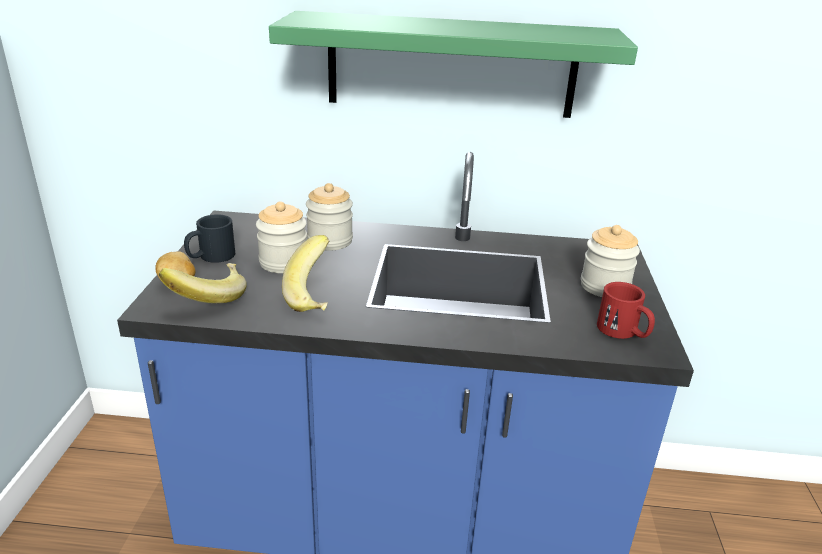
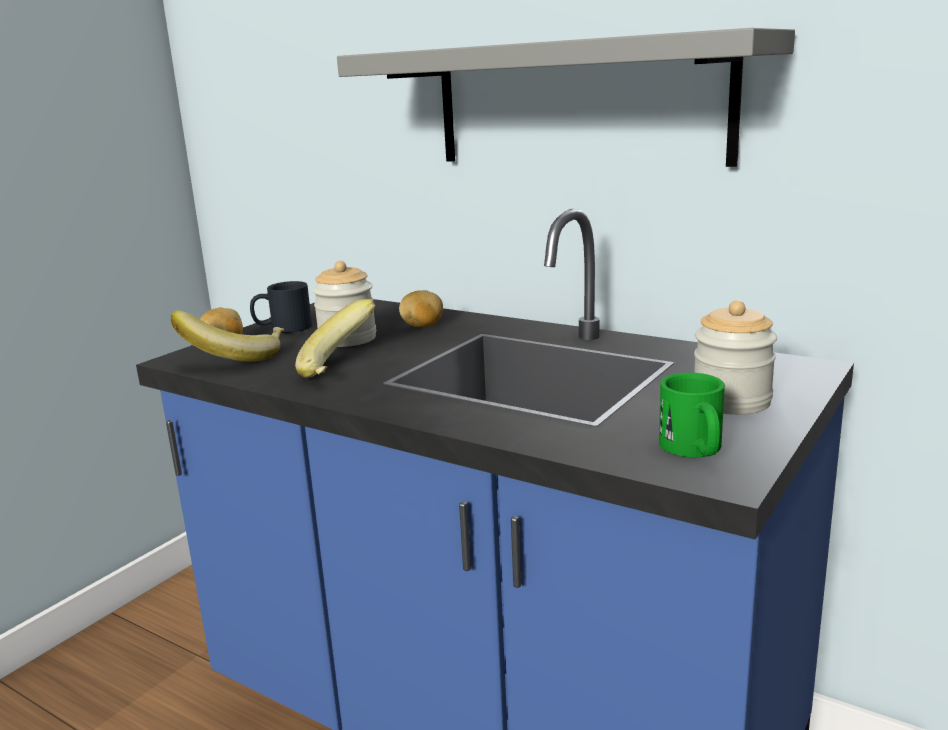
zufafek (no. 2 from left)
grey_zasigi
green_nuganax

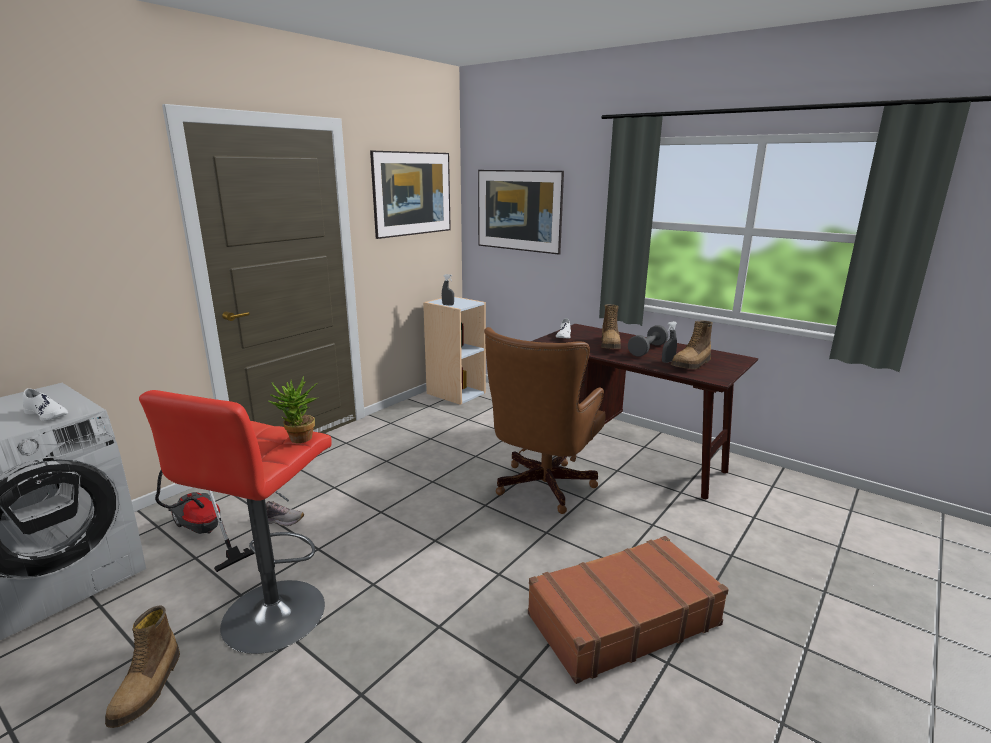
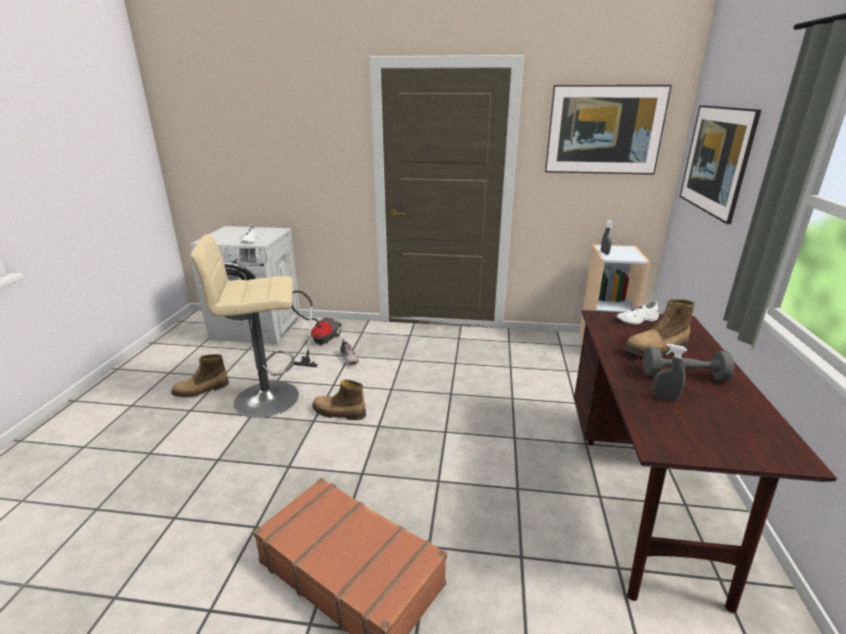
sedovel
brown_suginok
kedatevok (no. 2 from left)
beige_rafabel

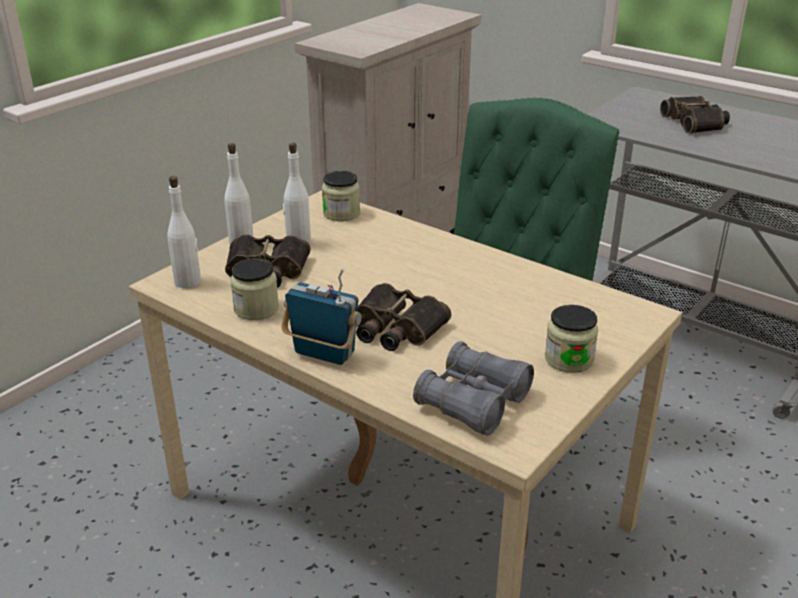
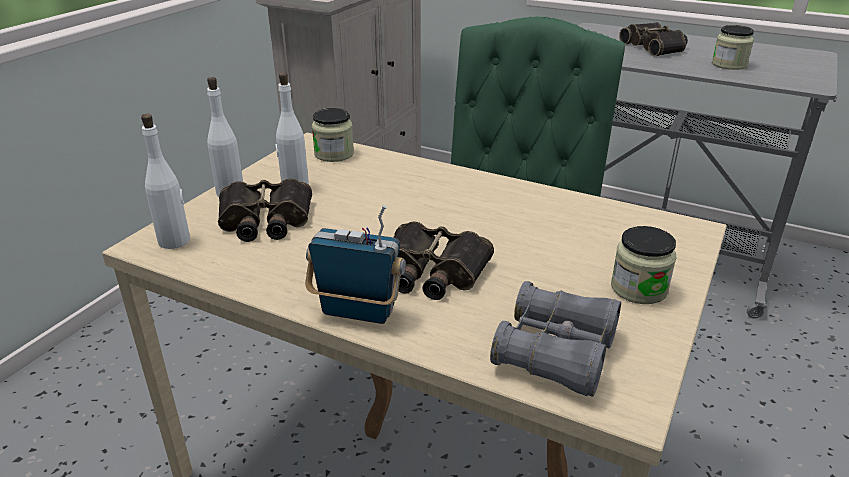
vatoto (no. 3 from left)

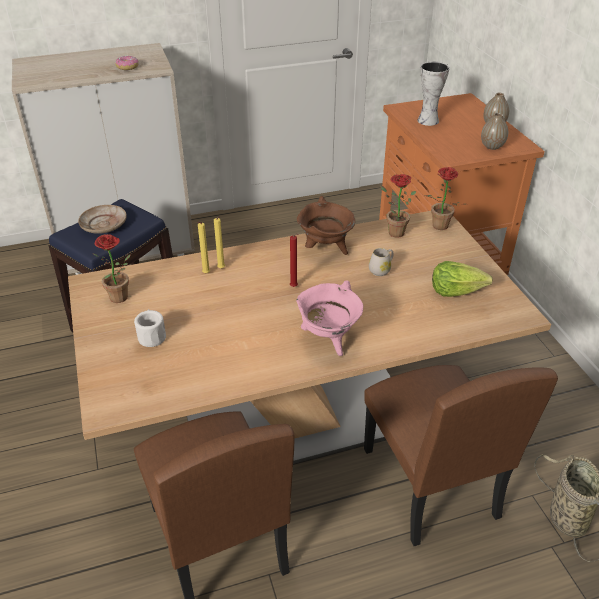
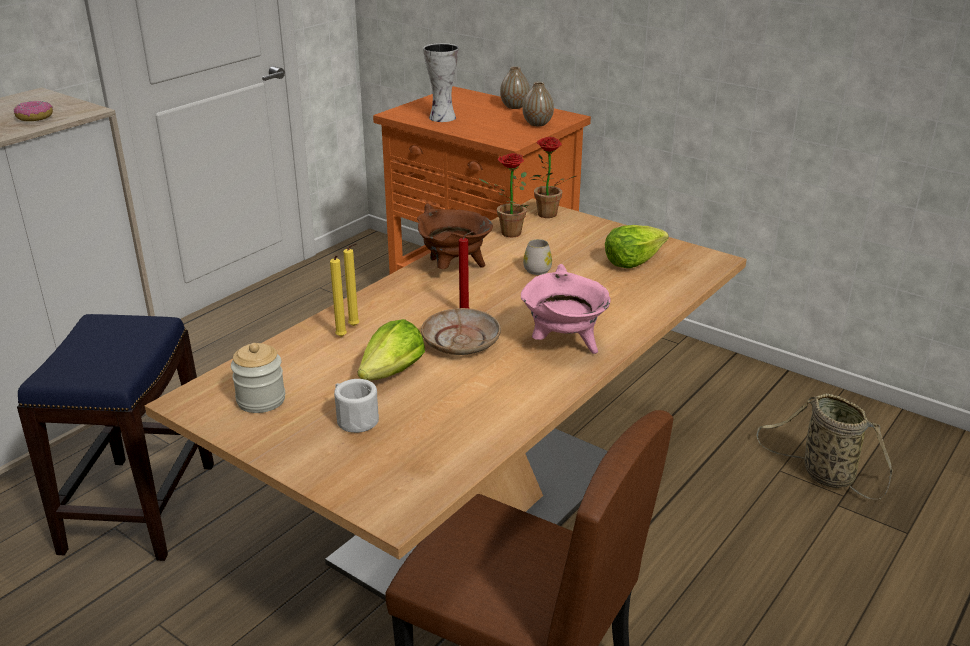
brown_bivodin (no. 2 from left in the first image)
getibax (no. 1 from left)
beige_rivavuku
vatoto

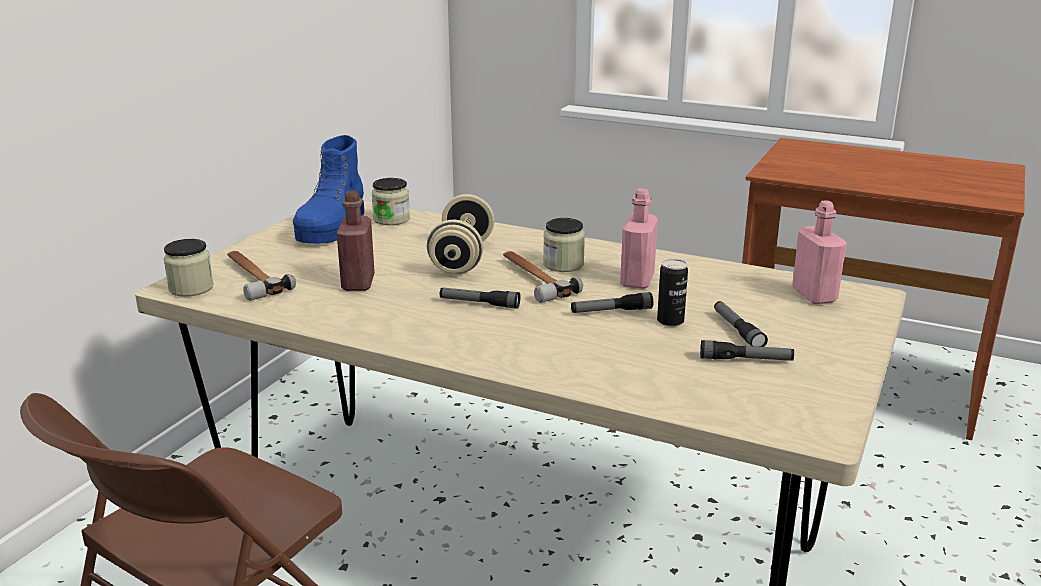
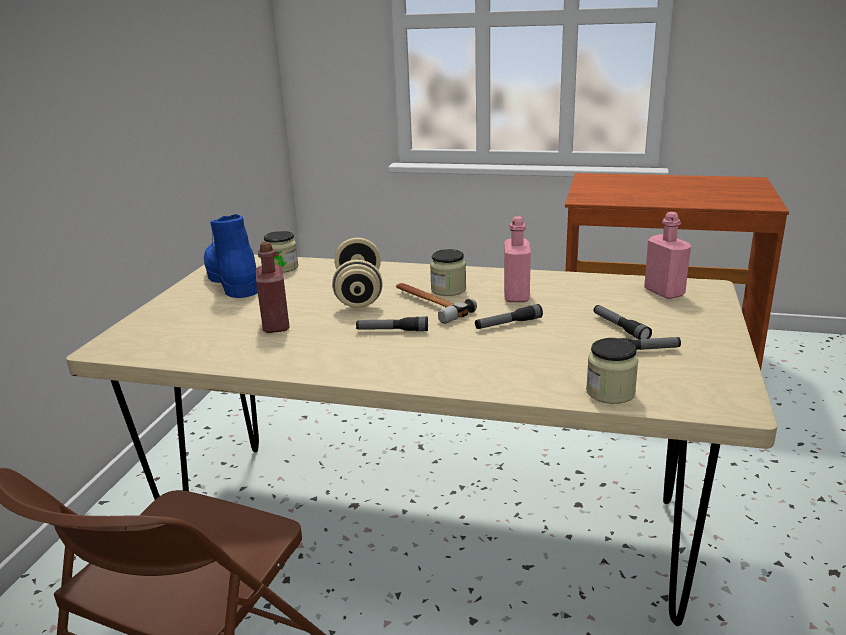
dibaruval (no. 1 from left in the first image)
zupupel
vatoto (no. 3 from left)
blue_kedatevok

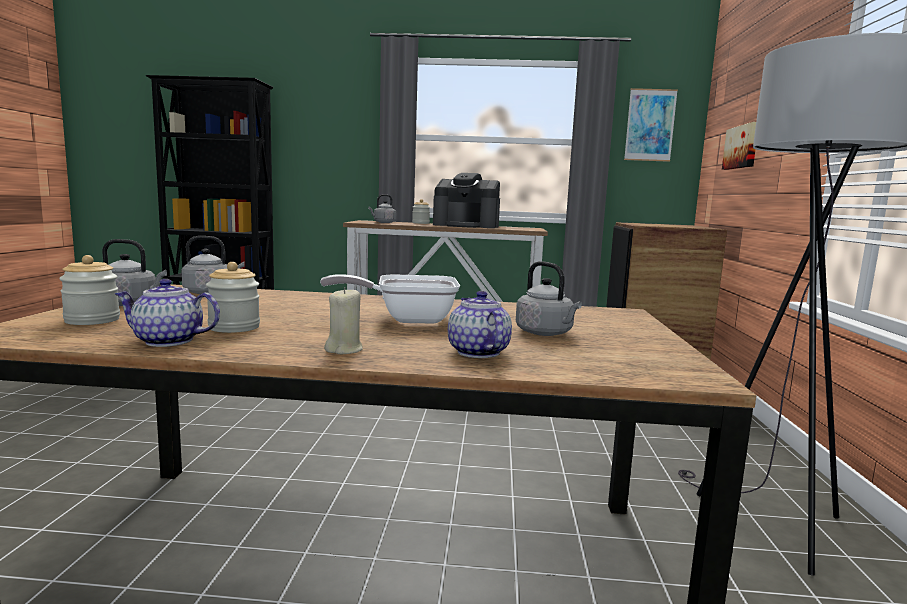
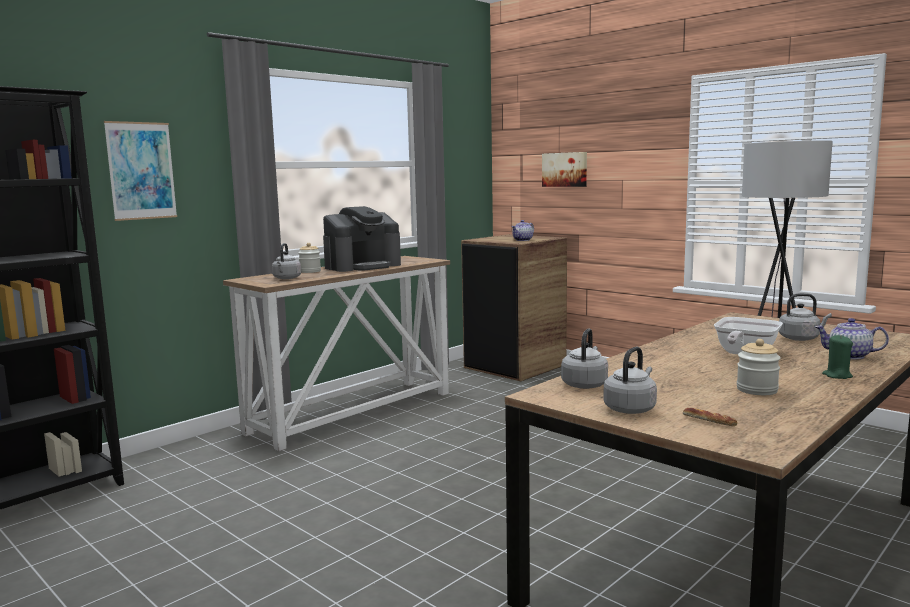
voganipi (no. 1 from left)
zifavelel (no. 1 from left)
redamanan
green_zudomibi

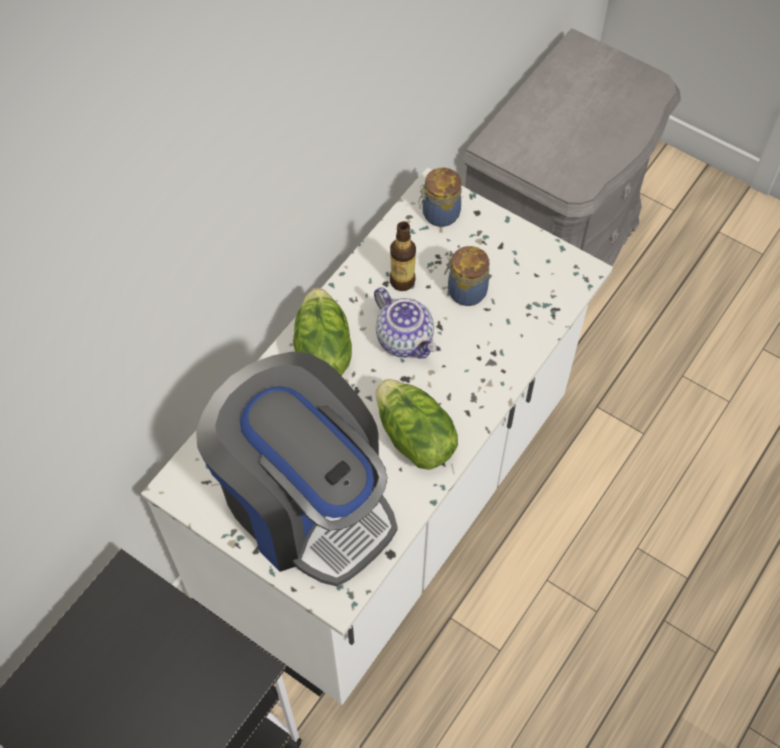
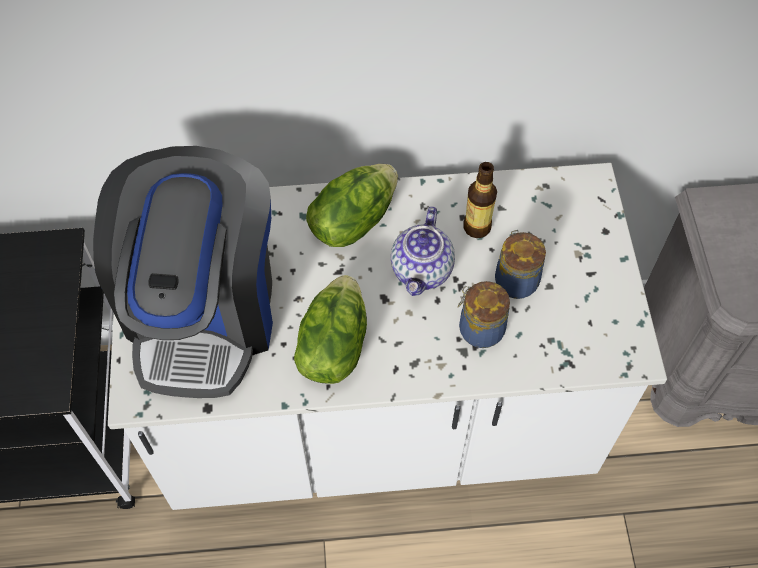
vatoto (no. 1 from left)

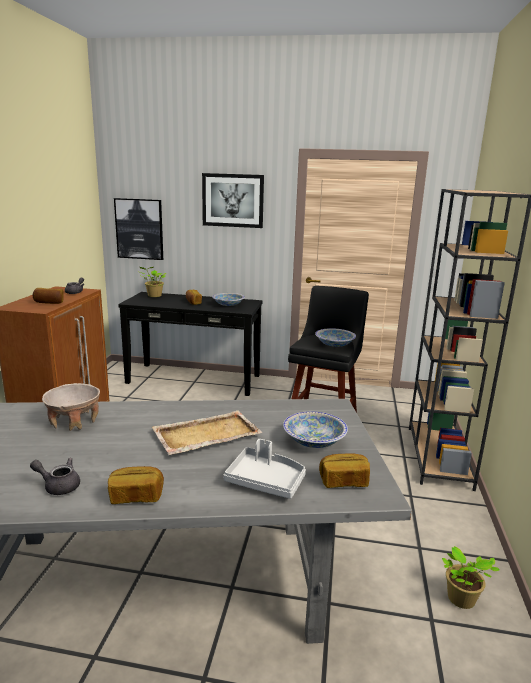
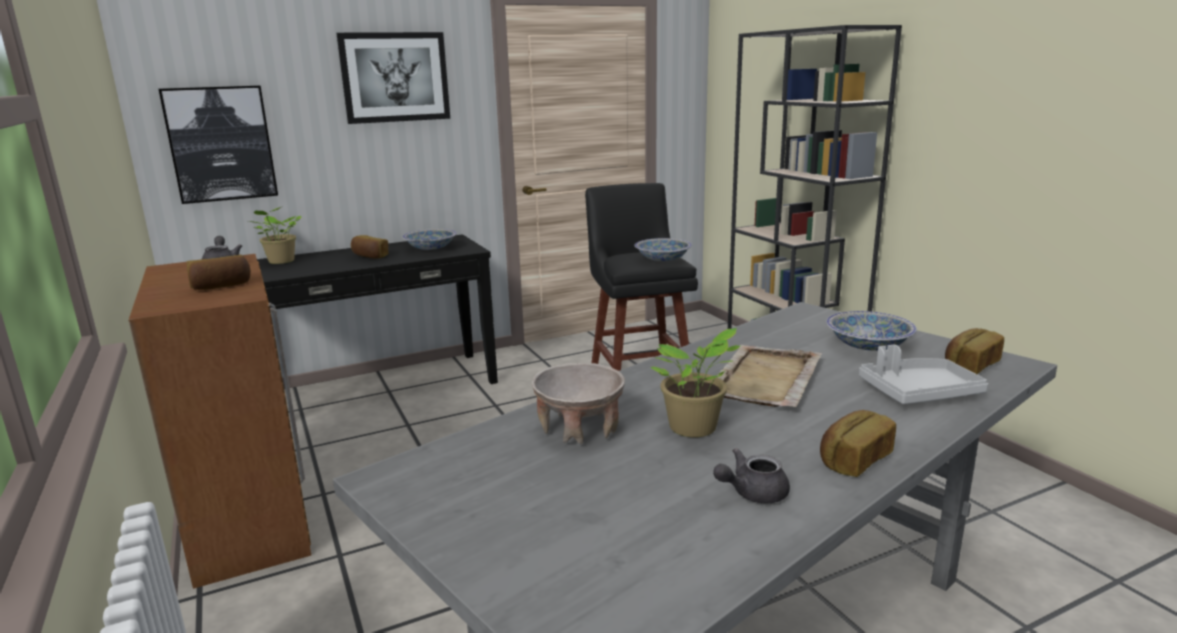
sedovel (no. 2 from left)

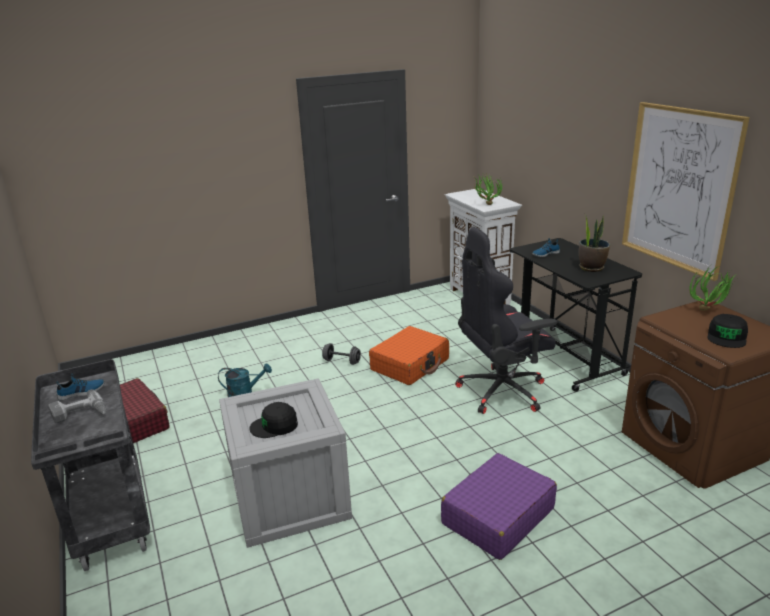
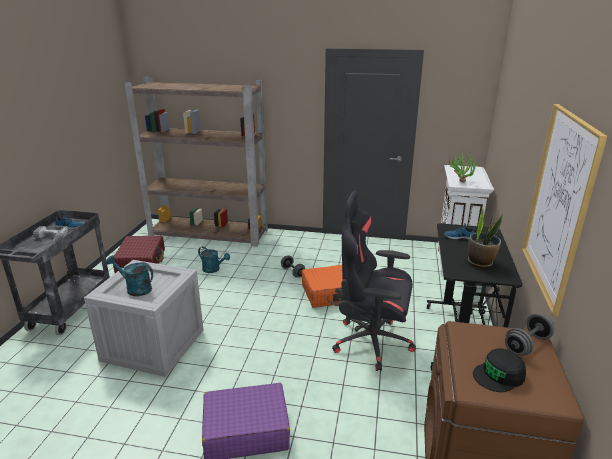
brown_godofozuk
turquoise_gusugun (no. 1 from left)
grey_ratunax (no. 2 from left)

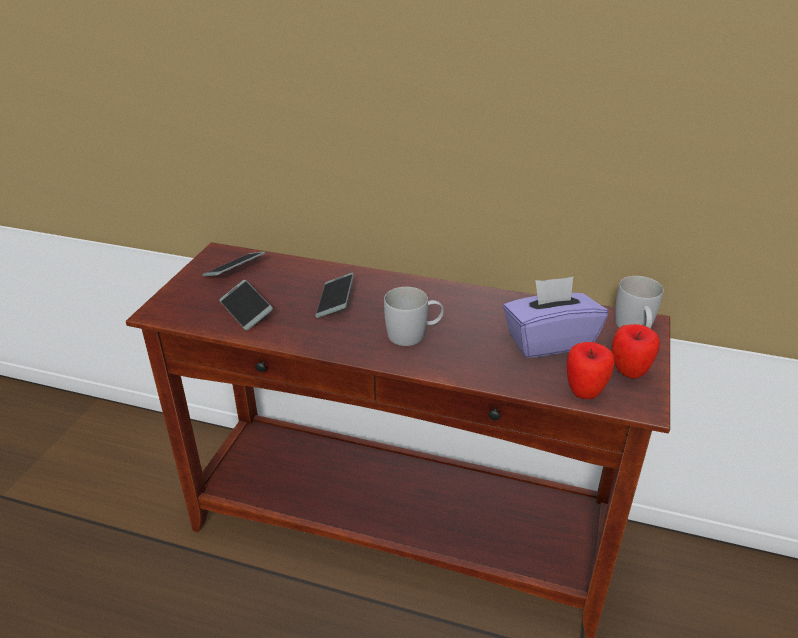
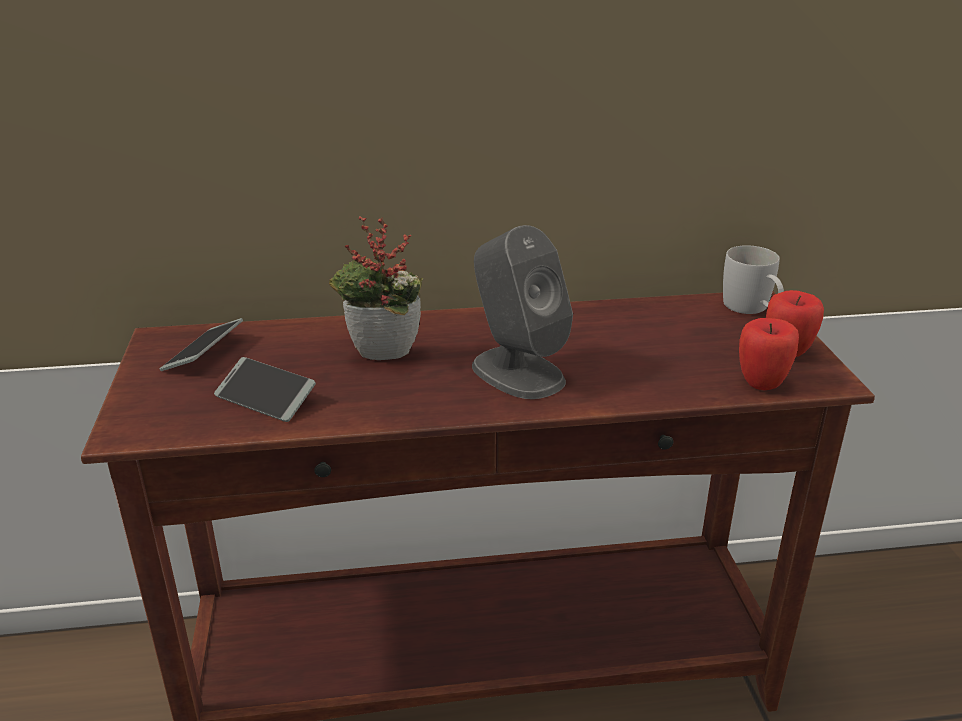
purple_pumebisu
sedovel
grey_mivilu

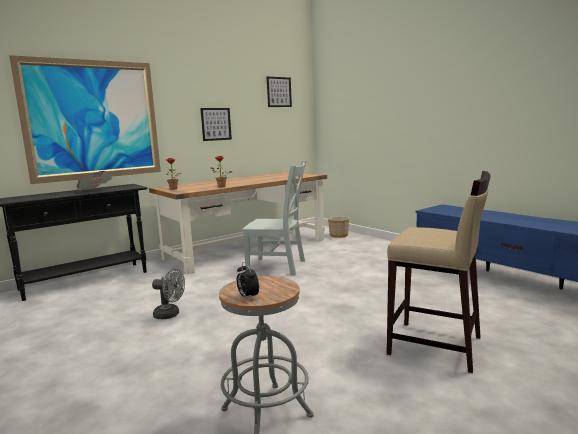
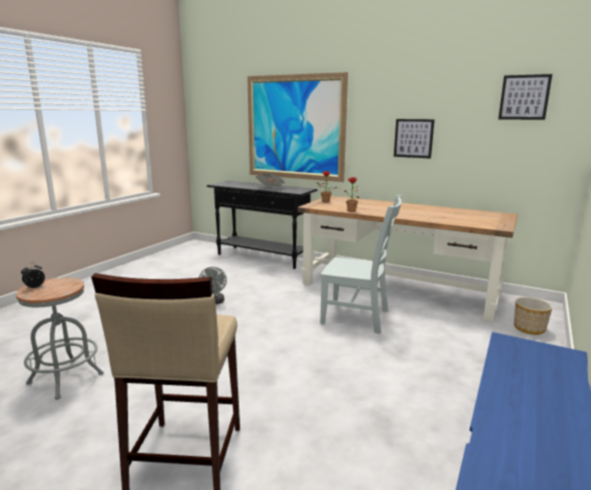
grey_bivodin

